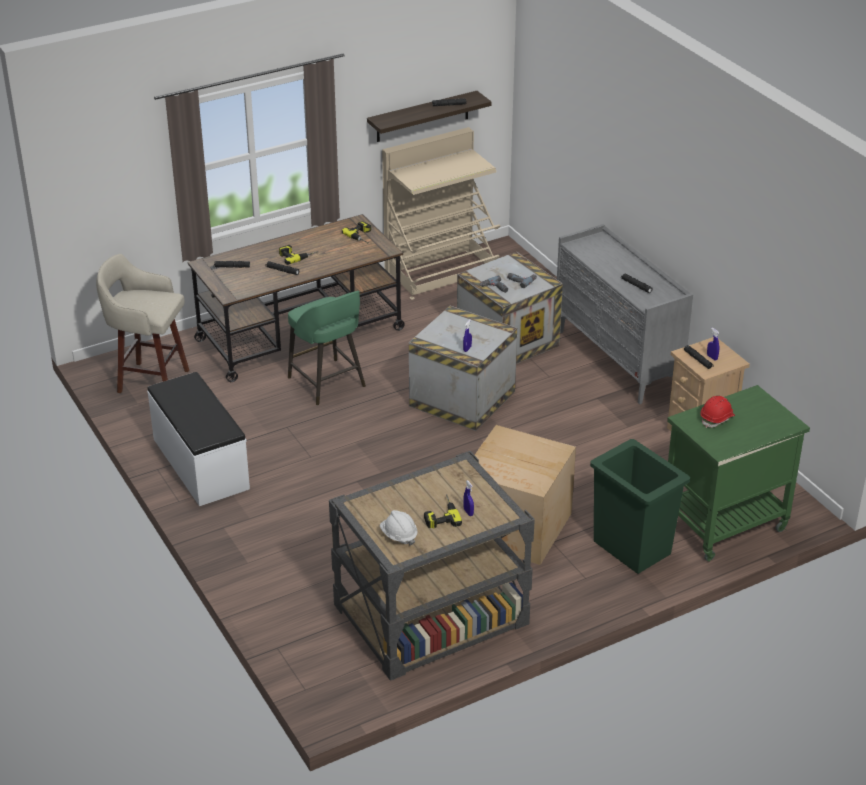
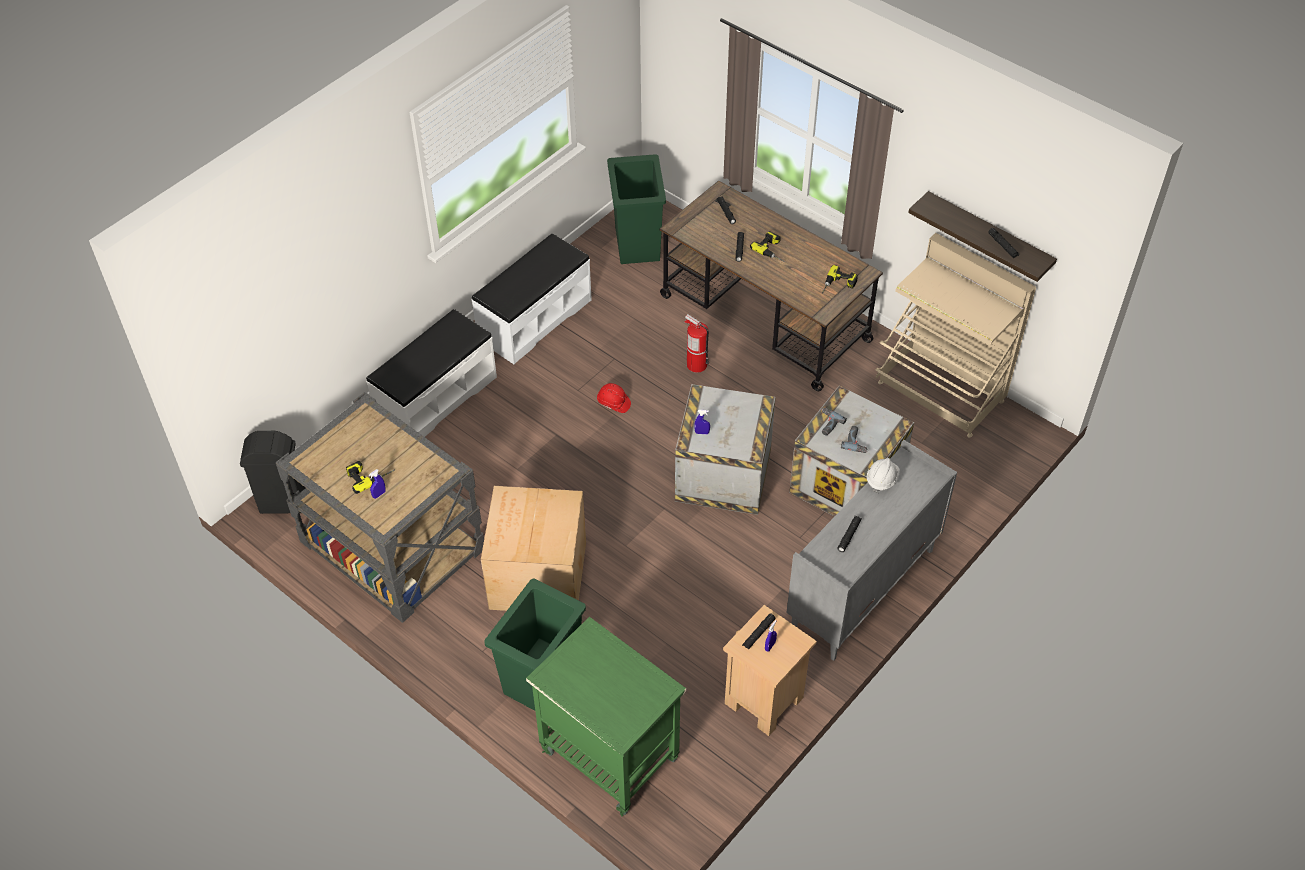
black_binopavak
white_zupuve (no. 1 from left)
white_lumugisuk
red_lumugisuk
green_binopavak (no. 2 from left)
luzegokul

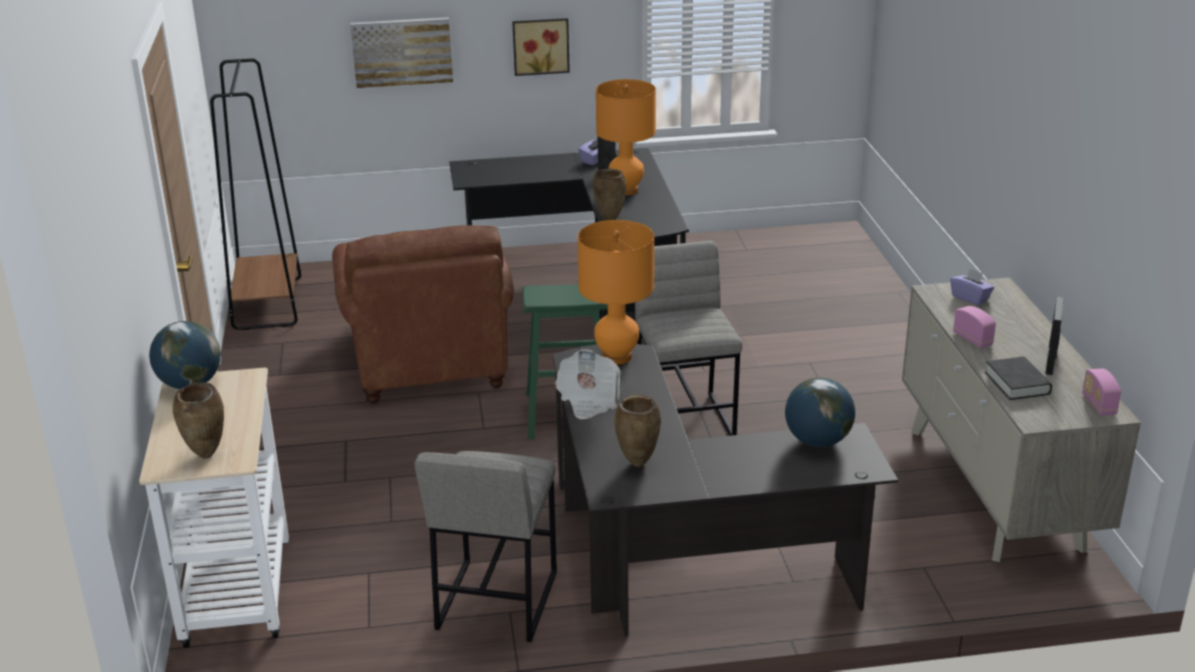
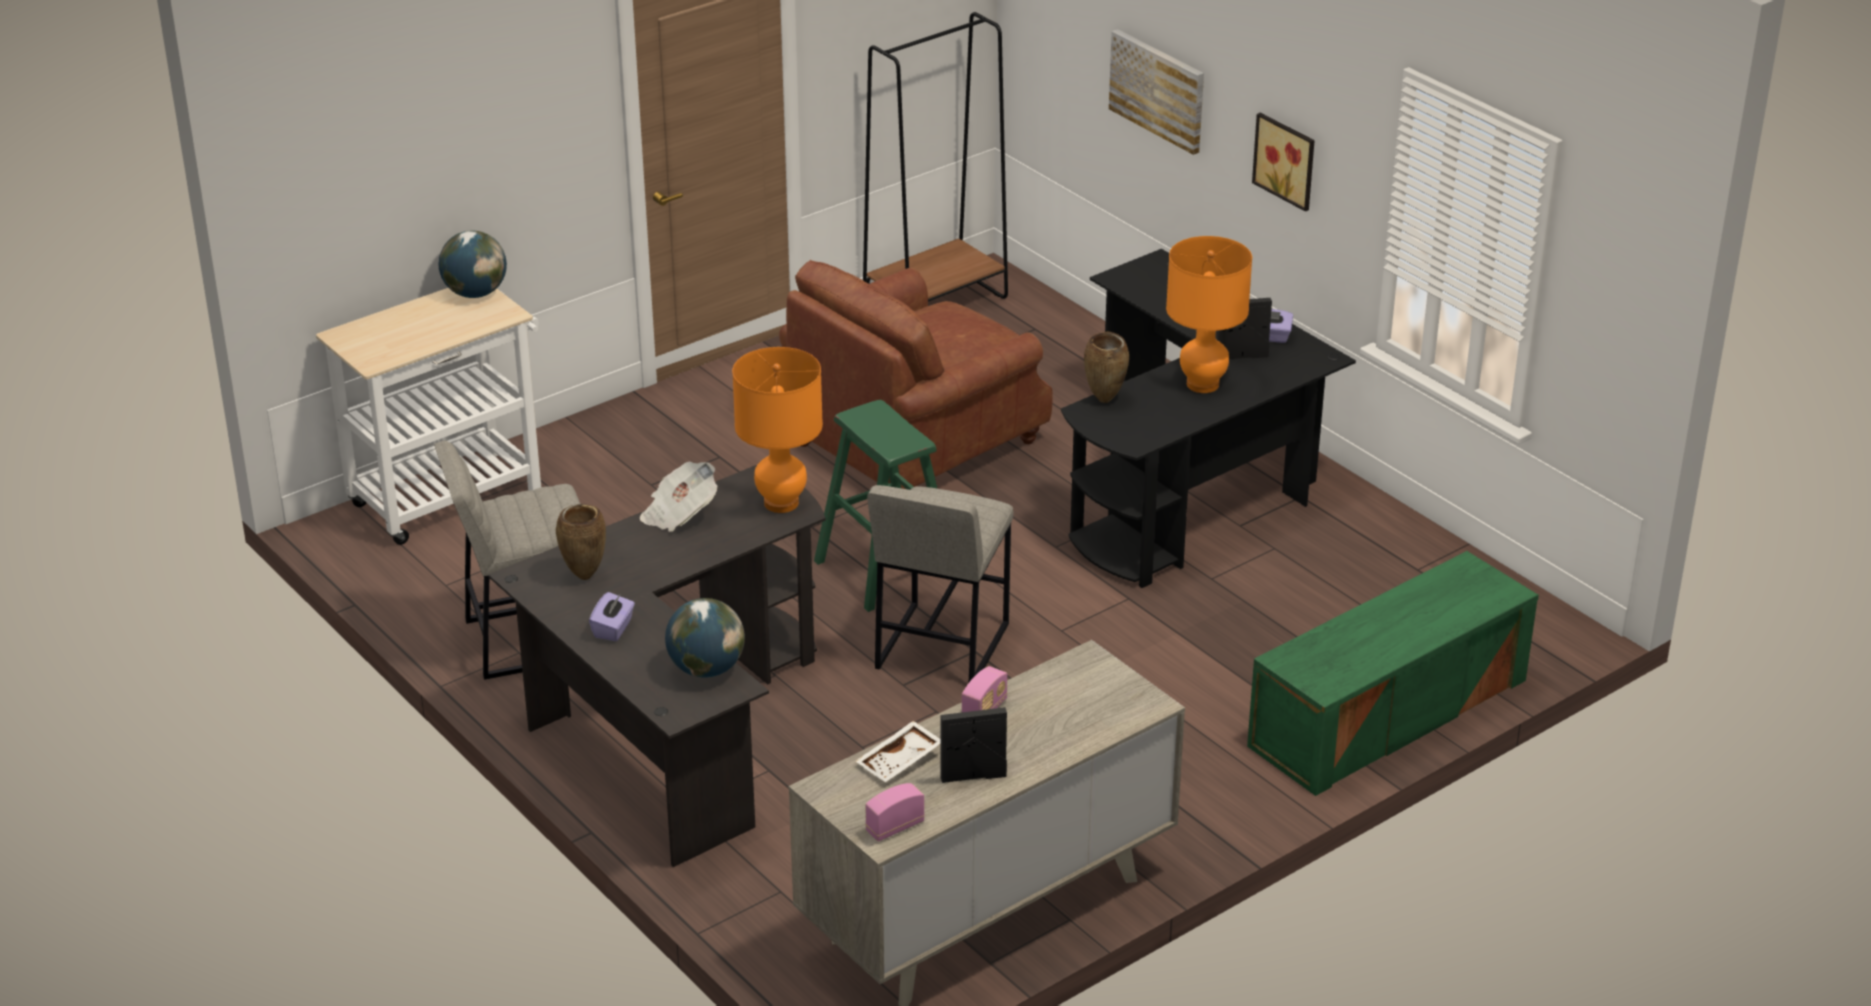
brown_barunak (no. 1 from left in the first image)
green_zupuve
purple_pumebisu (no. 1 from left)
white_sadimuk
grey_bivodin (no. 2 from left)

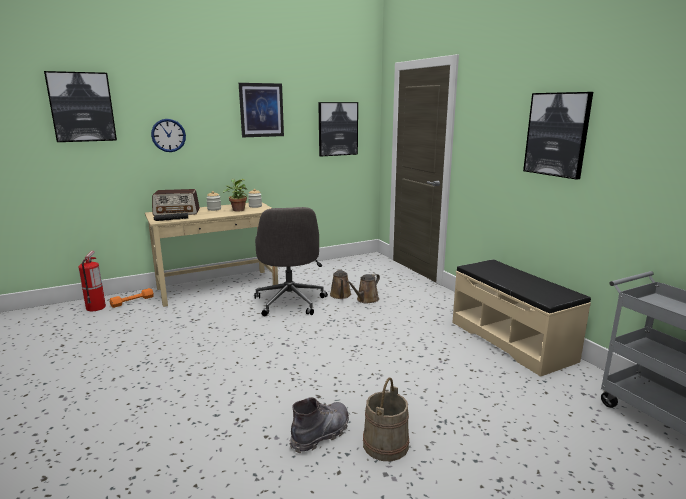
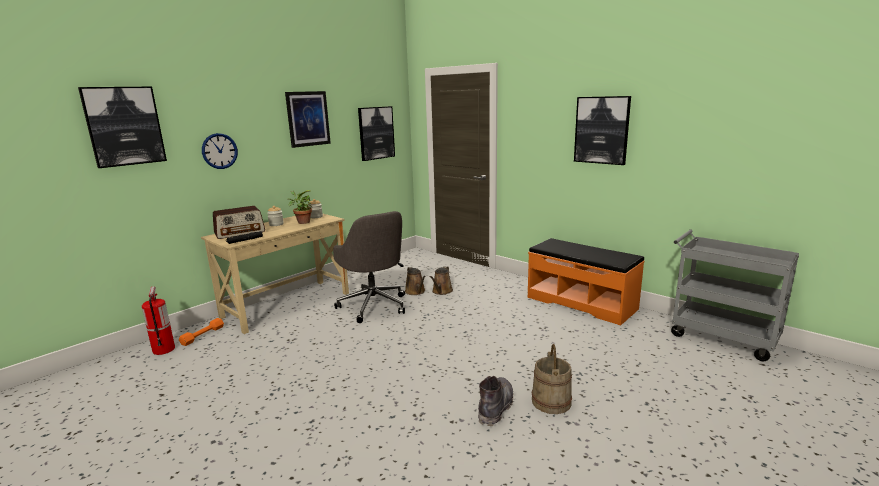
orange_zupuve

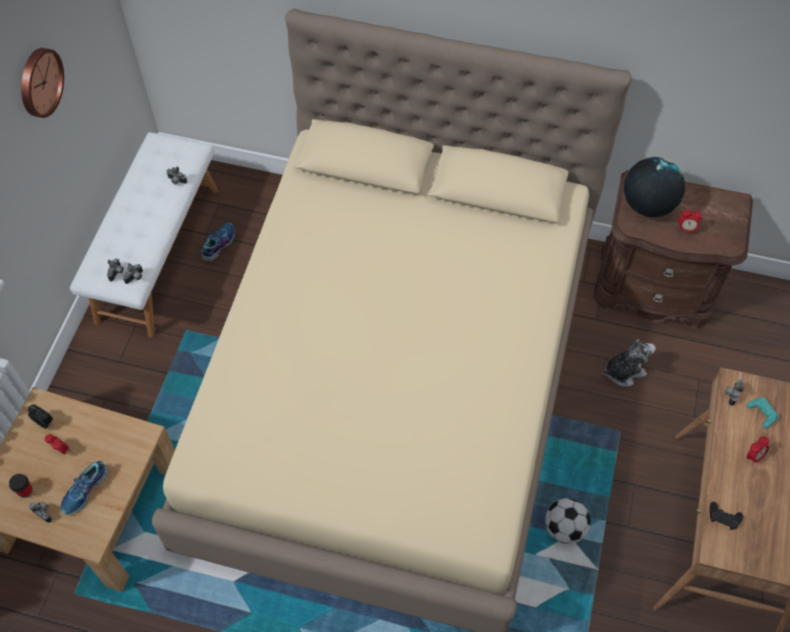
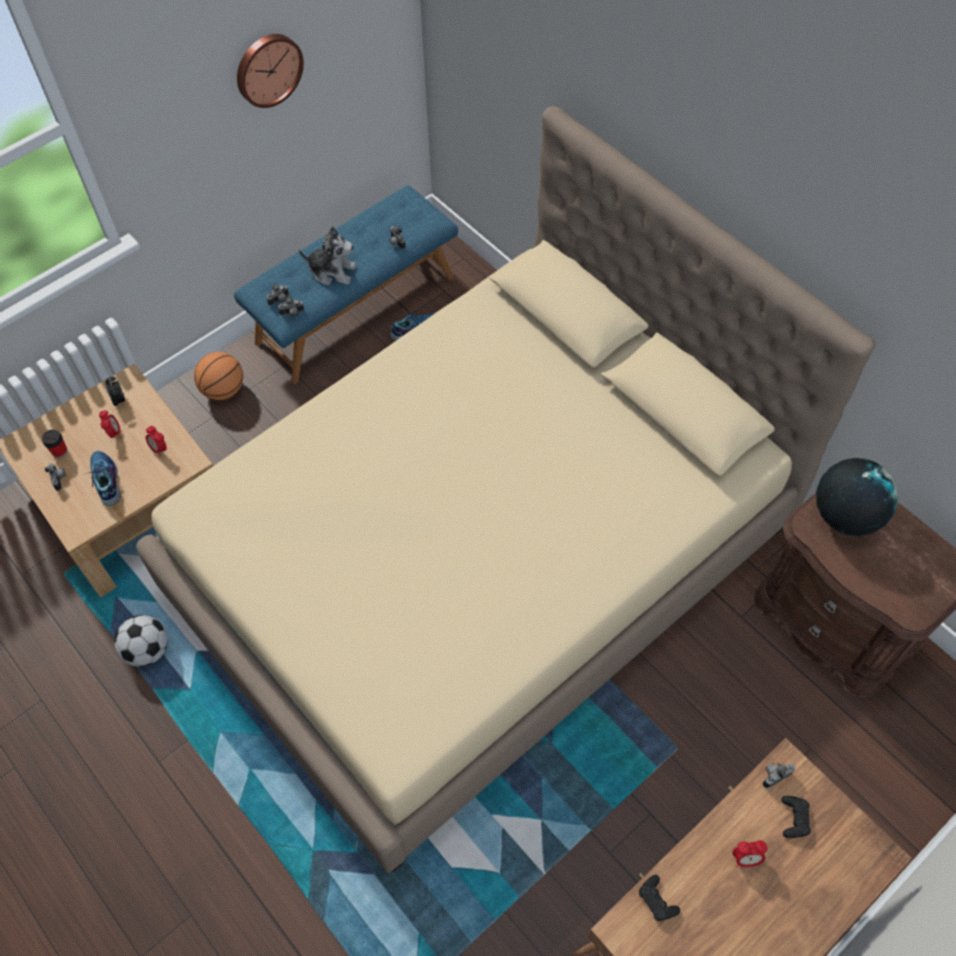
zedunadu
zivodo
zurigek
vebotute (no. 3 from left)
blue_zupuve
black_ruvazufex (no. 2 from left)
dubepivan (no. 1 from left)

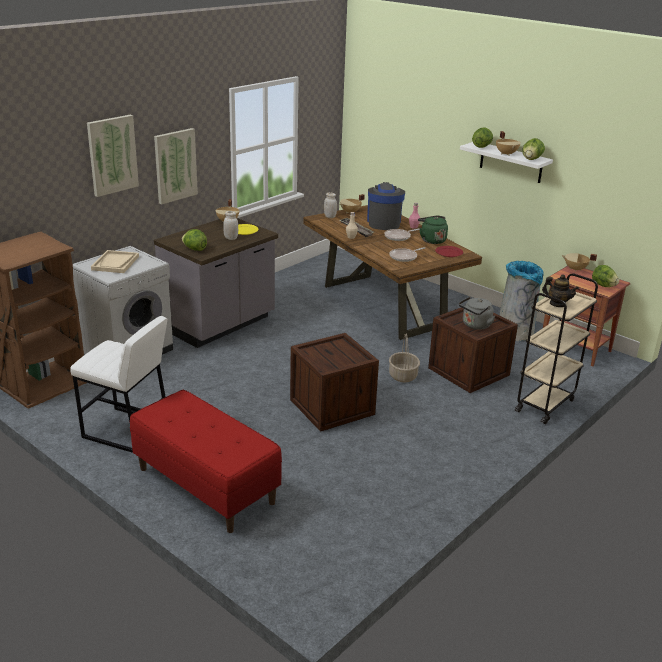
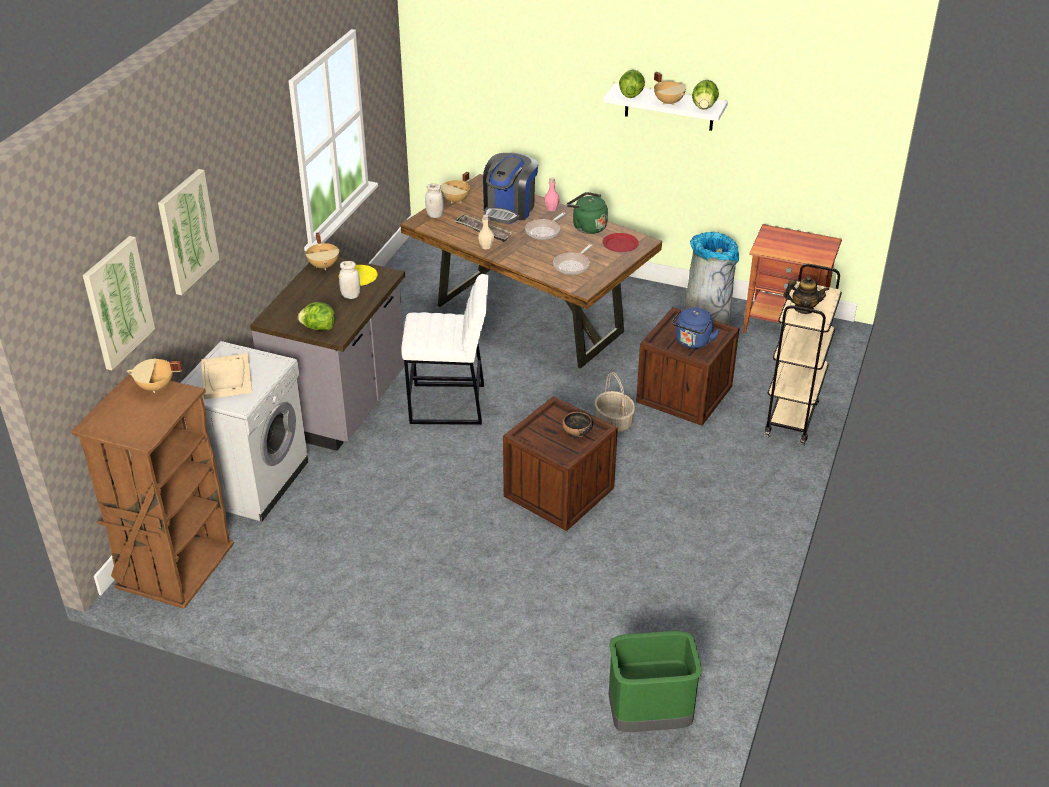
red_zupuve
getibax (no. 4 from left in the first image)
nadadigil
green_binopavak
white_bivodin
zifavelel (no. 1 from left)
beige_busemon (no. 1 from left)
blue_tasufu
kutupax

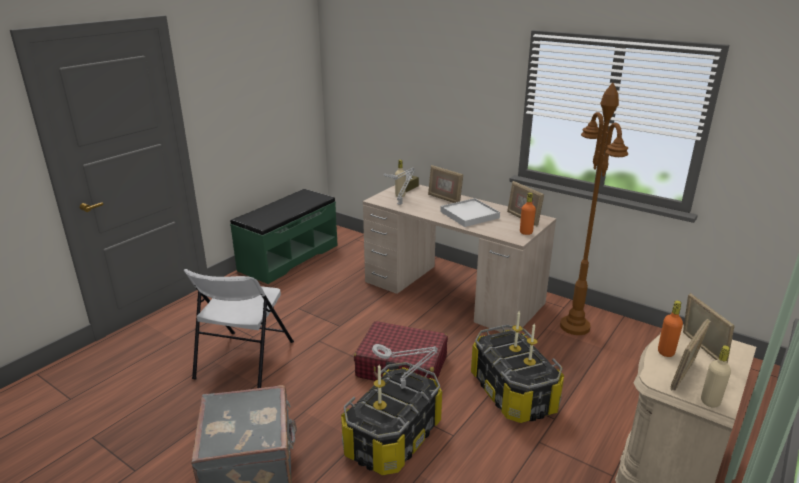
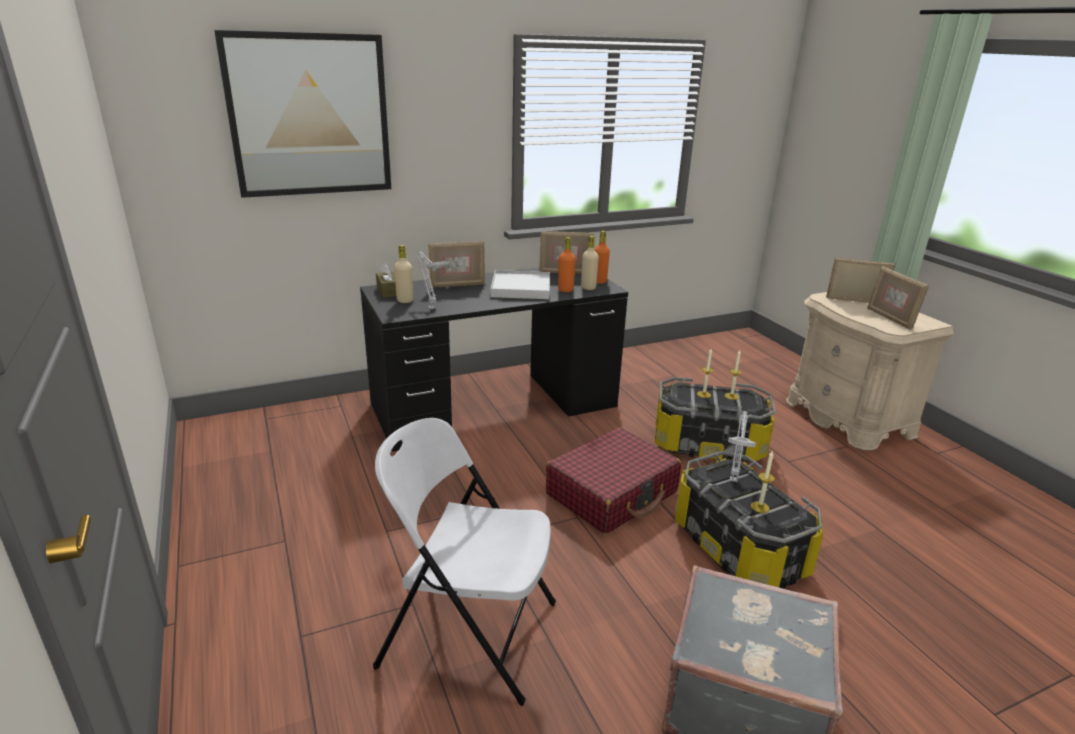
green_zupuve
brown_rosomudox
zifavelel
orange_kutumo (no. 1 from left)
beige_kutumo (no. 2 from left)
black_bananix
white_bivodin

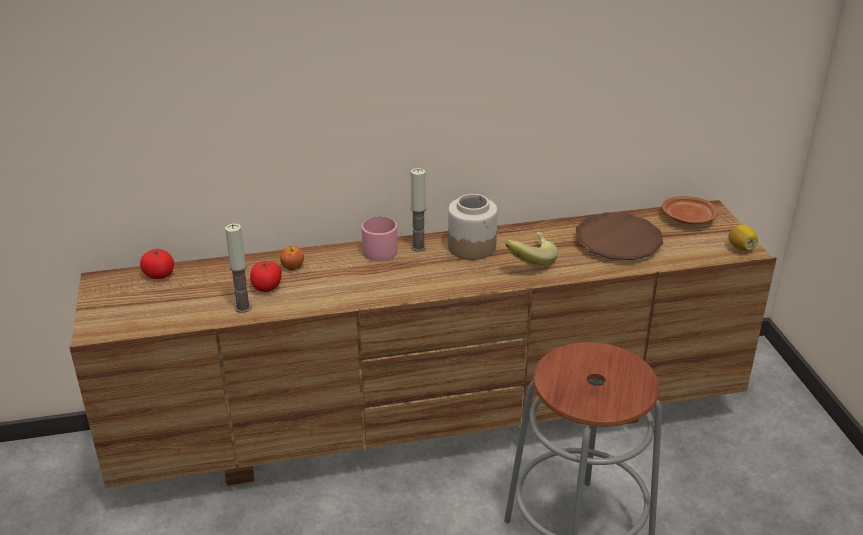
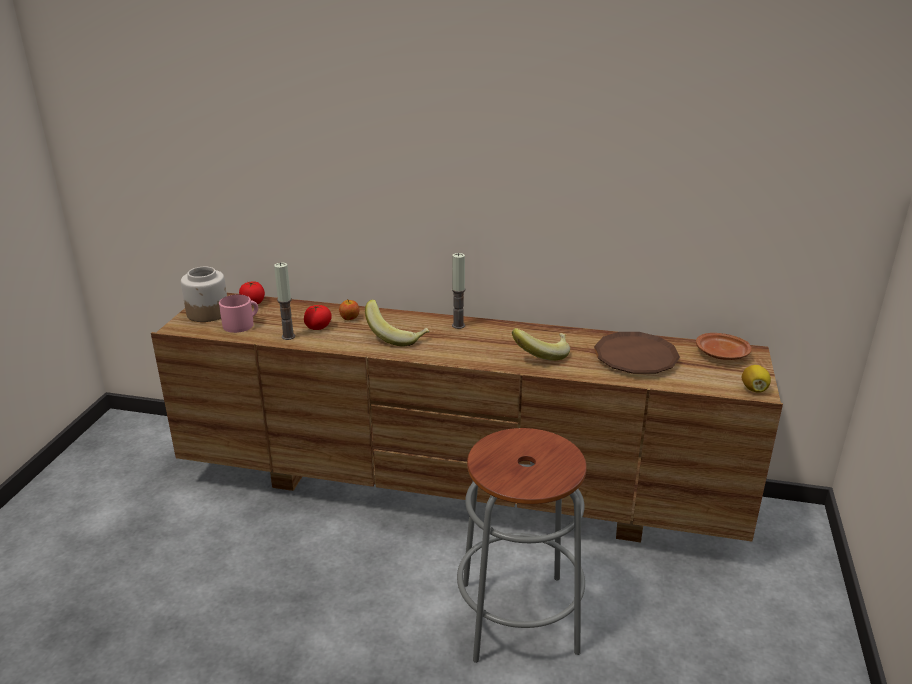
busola (no. 1 from left)
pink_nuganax
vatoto

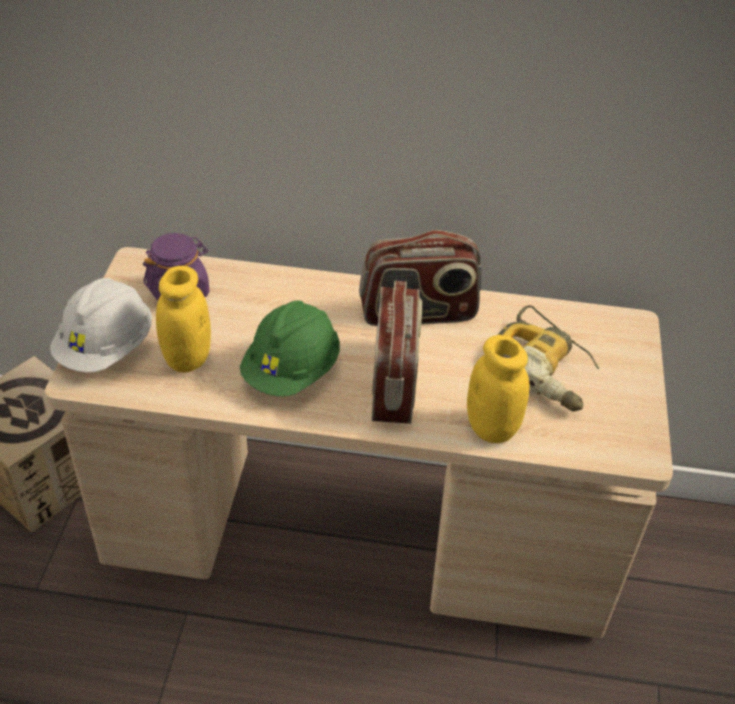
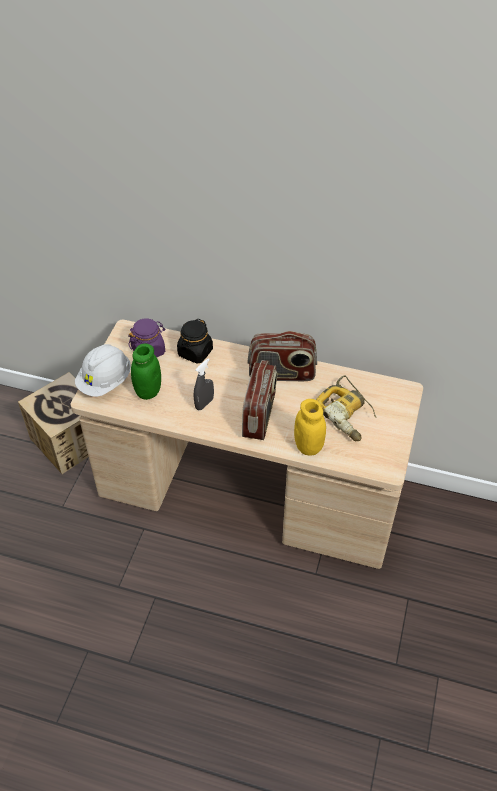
black_vatoto
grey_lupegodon
green_vatoto

